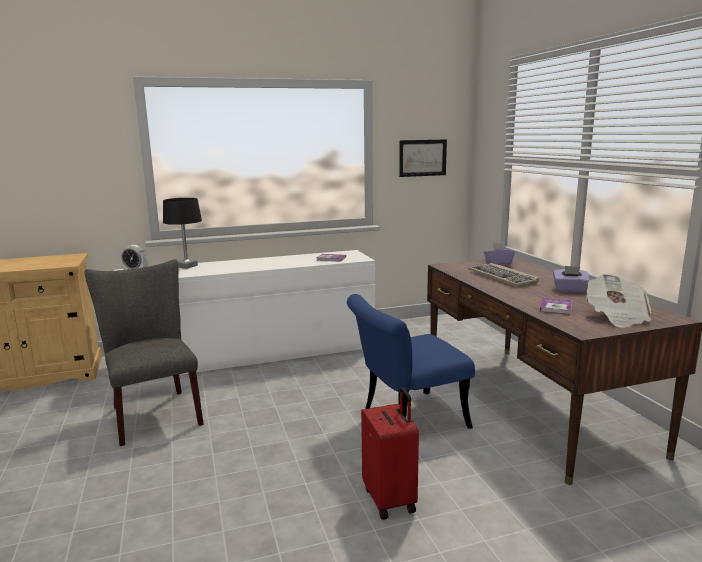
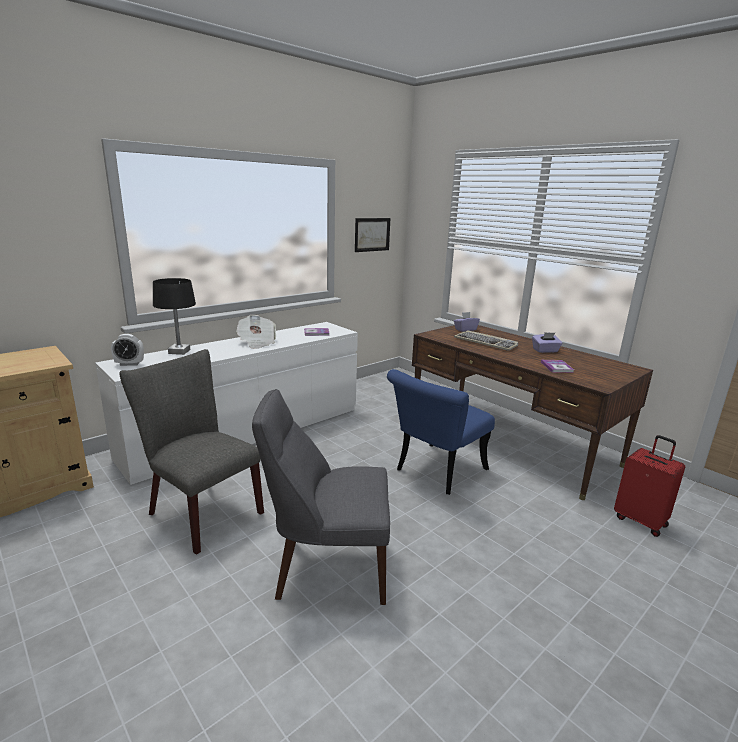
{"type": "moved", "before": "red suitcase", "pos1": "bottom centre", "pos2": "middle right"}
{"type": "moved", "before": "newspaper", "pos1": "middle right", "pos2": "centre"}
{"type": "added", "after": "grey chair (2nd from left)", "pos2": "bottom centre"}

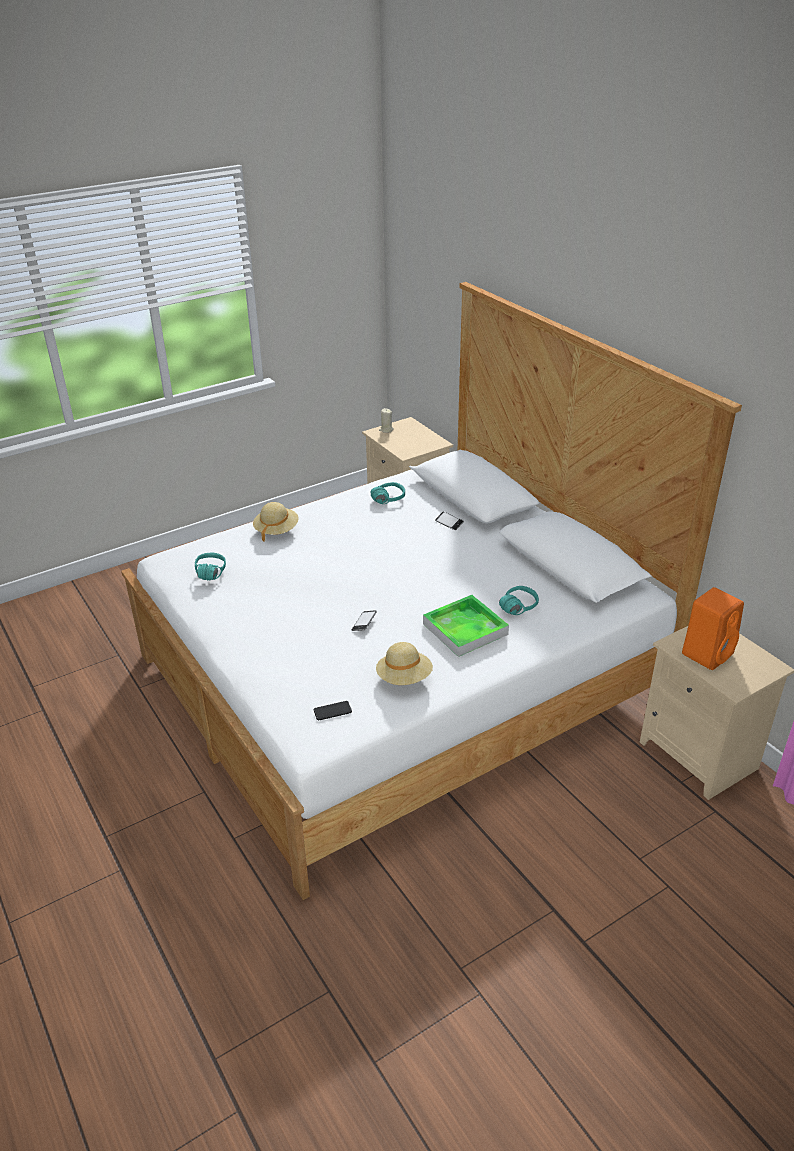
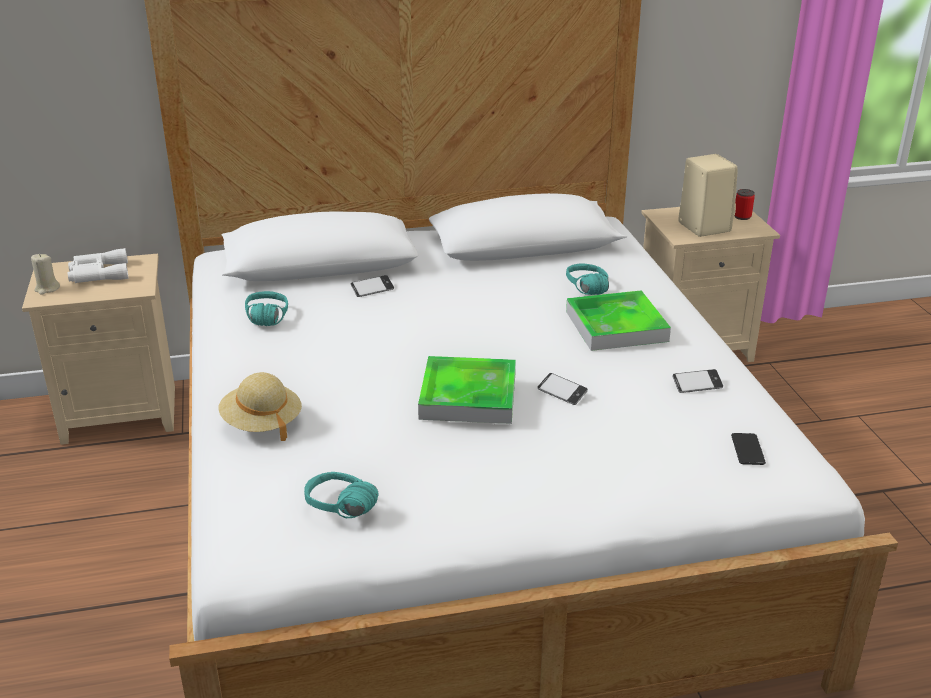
{"type": "replaced", "before": "beige hat (2nd from left)", "after": "phone (3rd from left)", "pos1": "centre", "pos2": "middle right"}
{"type": "recoloured", "before": "orange speaker", "after": "beige speaker", "pos1": "middle right", "pos2": "top right"}
{"type": "added", "after": "white binoculars", "pos2": "middle left"}
{"type": "added", "after": "tray (1st from left)", "pos2": "centre"}
{"type": "added", "after": "can", "pos2": "top right"}

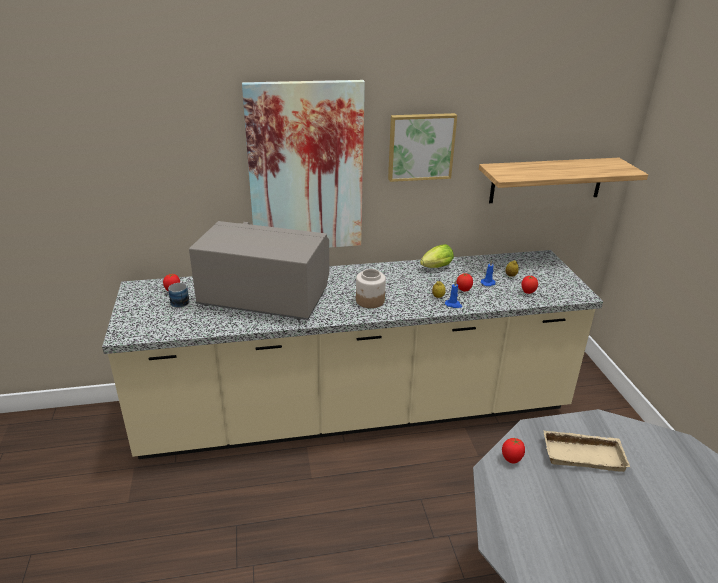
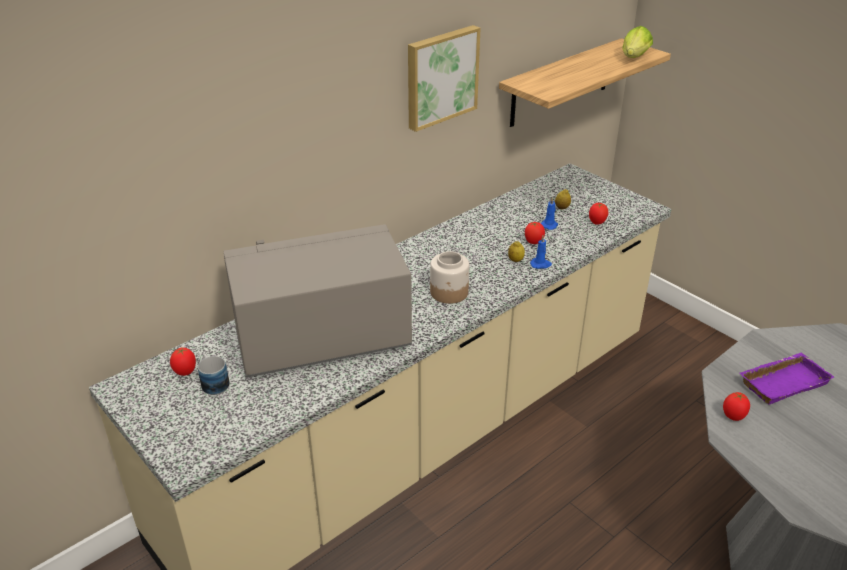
{"type": "removed", "before": "picture (1st from left)", "pos1": "top centre"}
{"type": "moved", "before": "lettuce", "pos1": "centre", "pos2": "top right"}
{"type": "recoloured", "before": "beige tray", "after": "purple tray", "pos1": "bottom right", "pos2": "middle right"}

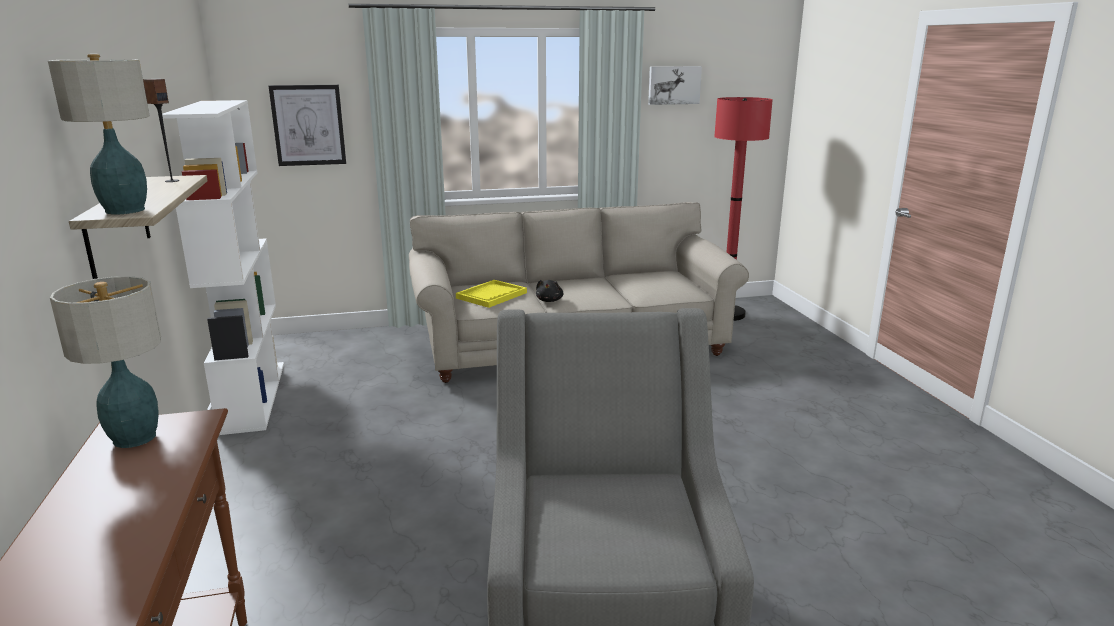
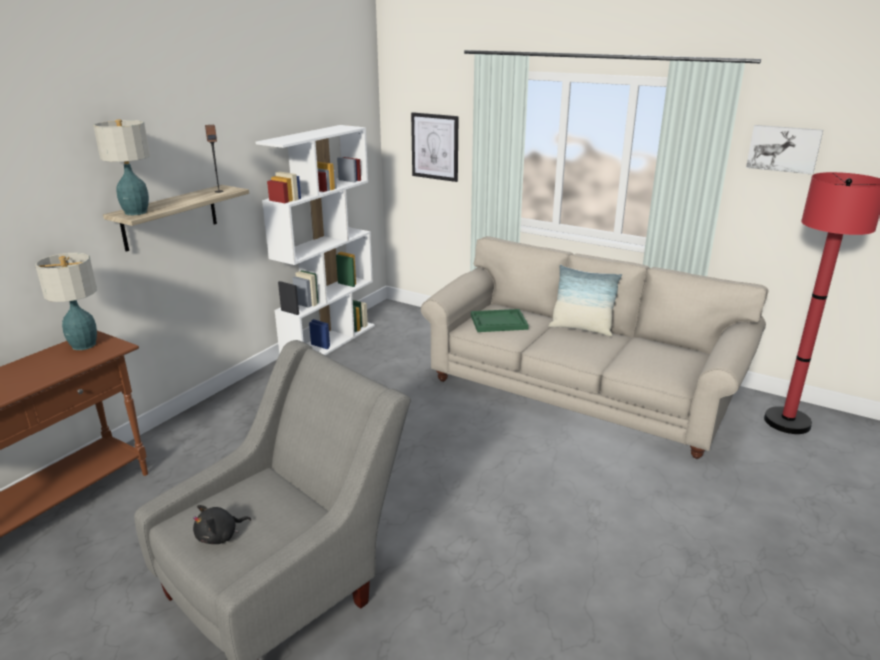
{"type": "recoloured", "before": "yellow tray", "after": "green tray", "pos1": "centre", "pos2": "centre"}
{"type": "moved", "before": "black plush toy", "pos1": "centre", "pos2": "bottom left"}
{"type": "added", "after": "pillow", "pos2": "centre"}

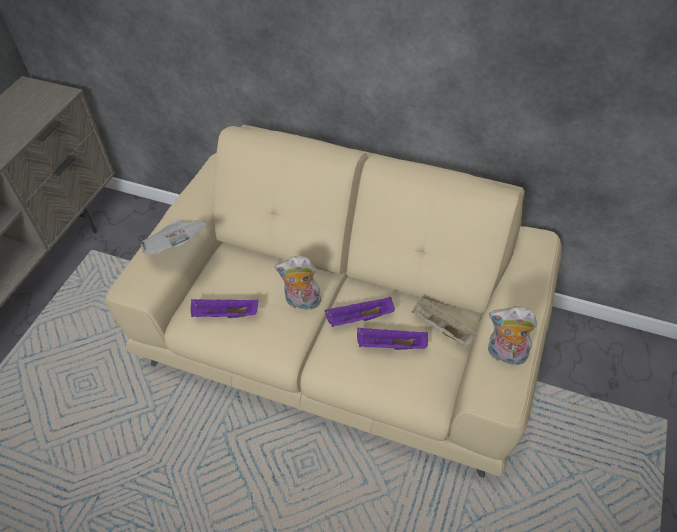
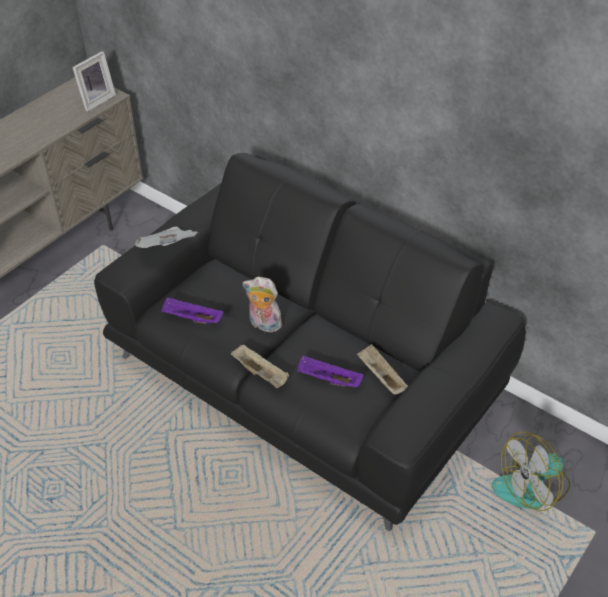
{"type": "recoloured", "before": "beige sofa", "after": "black sofa", "pos1": "centre", "pos2": "centre"}
{"type": "removed", "before": "purple tray (2nd from left)", "pos1": "centre"}
{"type": "removed", "before": "plush toy (2nd from left)", "pos1": "middle right"}
{"type": "added", "after": "picture frame", "pos2": "top left"}
{"type": "added", "after": "beige tray (1st from left)", "pos2": "centre"}
{"type": "added", "after": "fan", "pos2": "bottom right"}

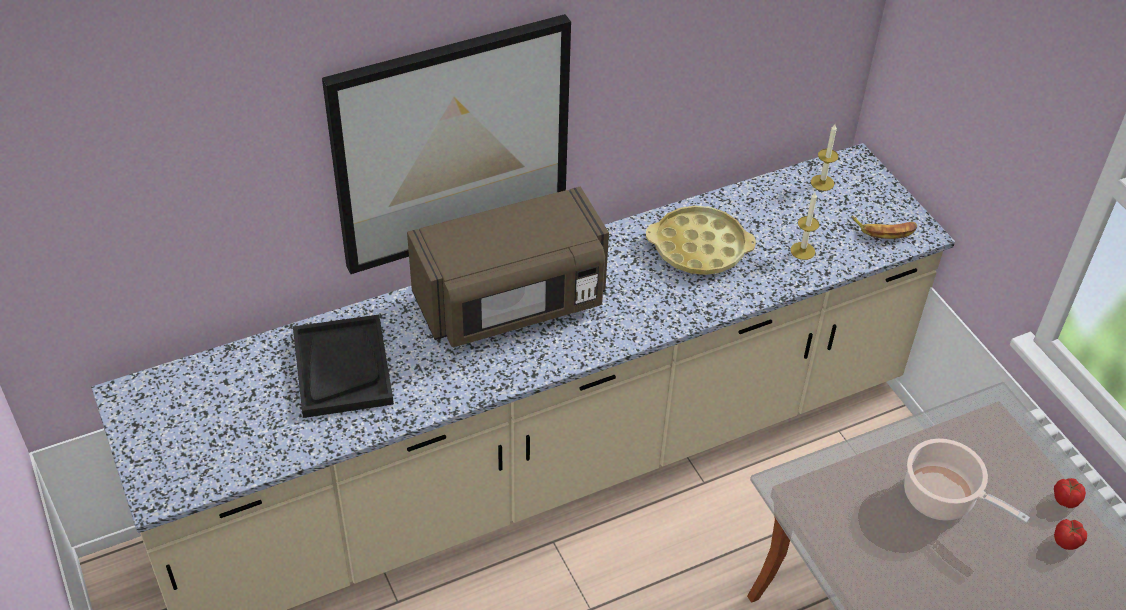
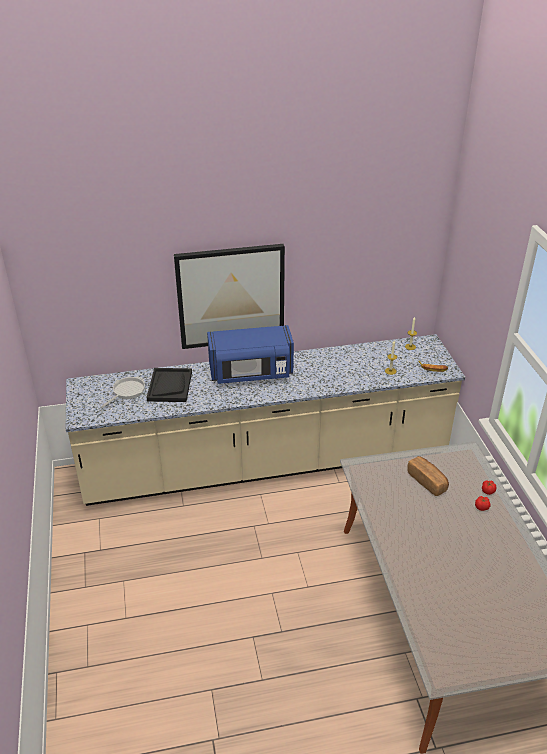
{"type": "recoloured", "before": "brown microwave", "after": "blue microwave", "pos1": "centre", "pos2": "centre"}
{"type": "removed", "before": "yellow tray", "pos1": "centre"}
{"type": "replaced", "before": "cooking pot", "after": "bread", "pos1": "bottom right", "pos2": "middle right"}
{"type": "added", "after": "frying pan", "pos2": "middle left"}

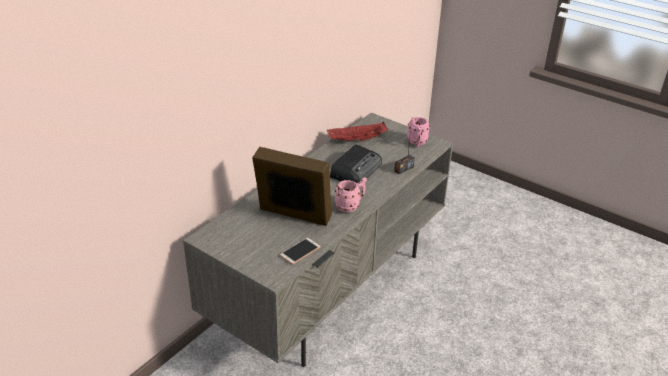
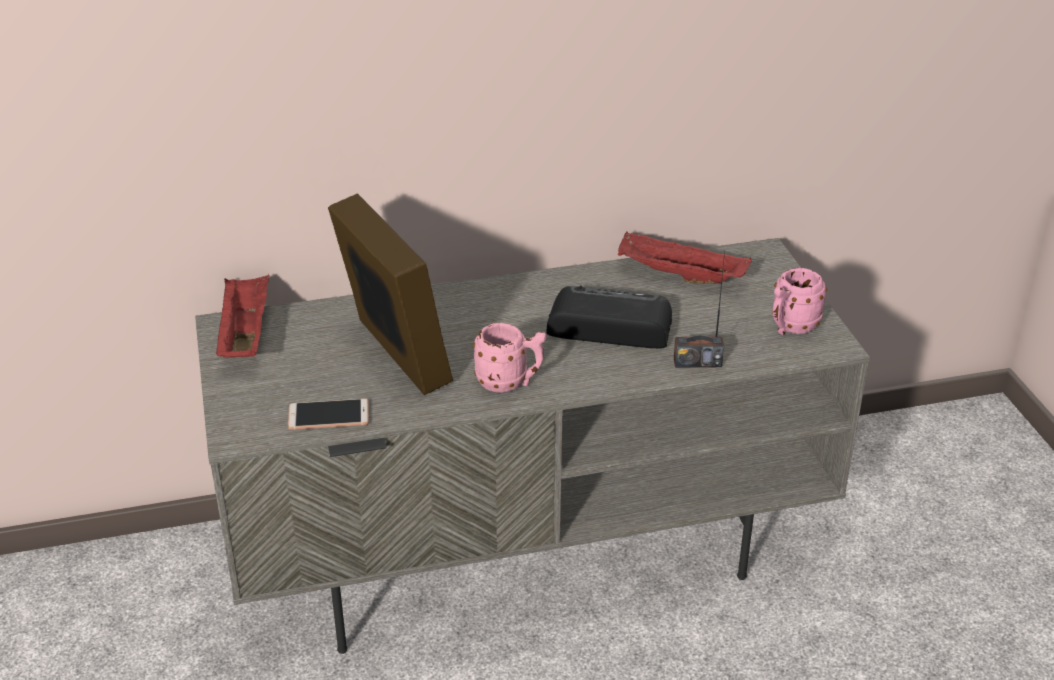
{"type": "turned", "before": "radio (1st from left)", "pos1": "centre", "pos2": "centre", "turn": -150}
{"type": "added", "after": "red tray (1st from left)", "pos2": "middle left"}

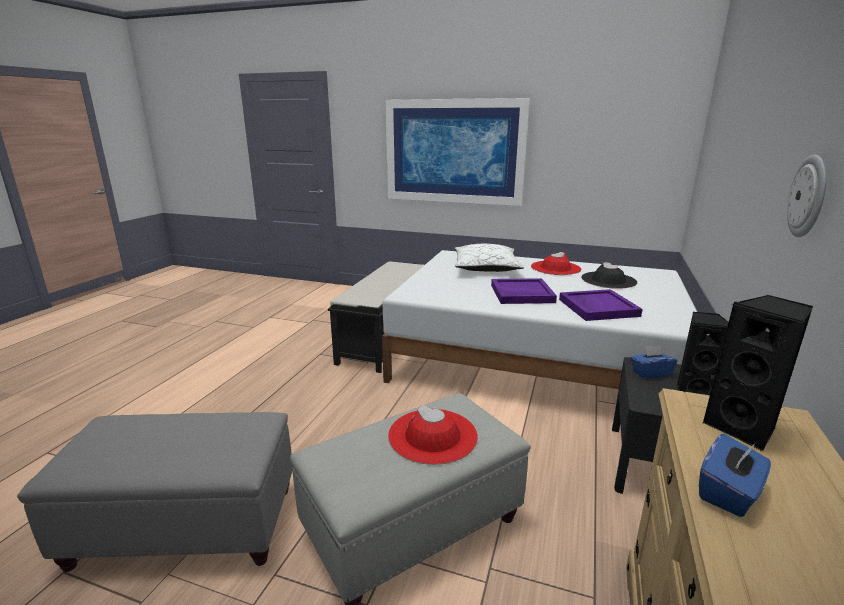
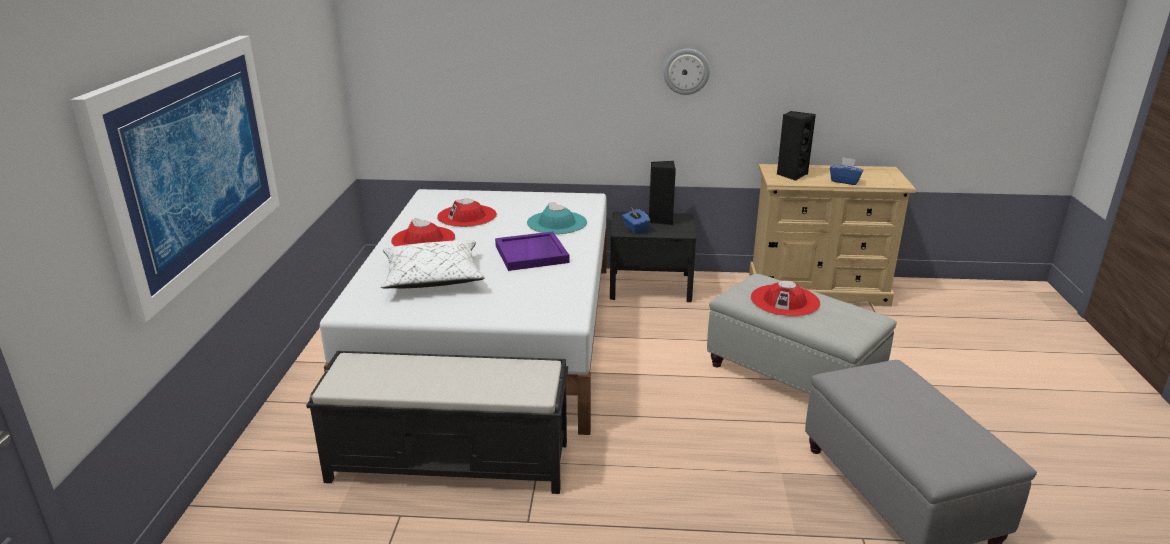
{"type": "replaced", "before": "purple tray (2nd from left)", "after": "turquoise hat", "pos1": "middle right", "pos2": "centre"}
{"type": "recoloured", "before": "black hat", "after": "red hat (2nd from left)", "pos1": "middle right", "pos2": "centre"}

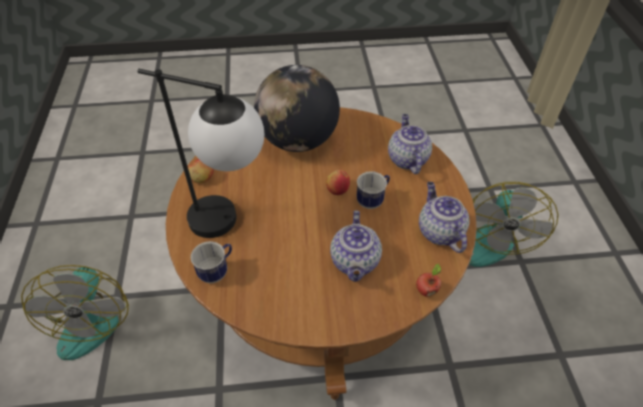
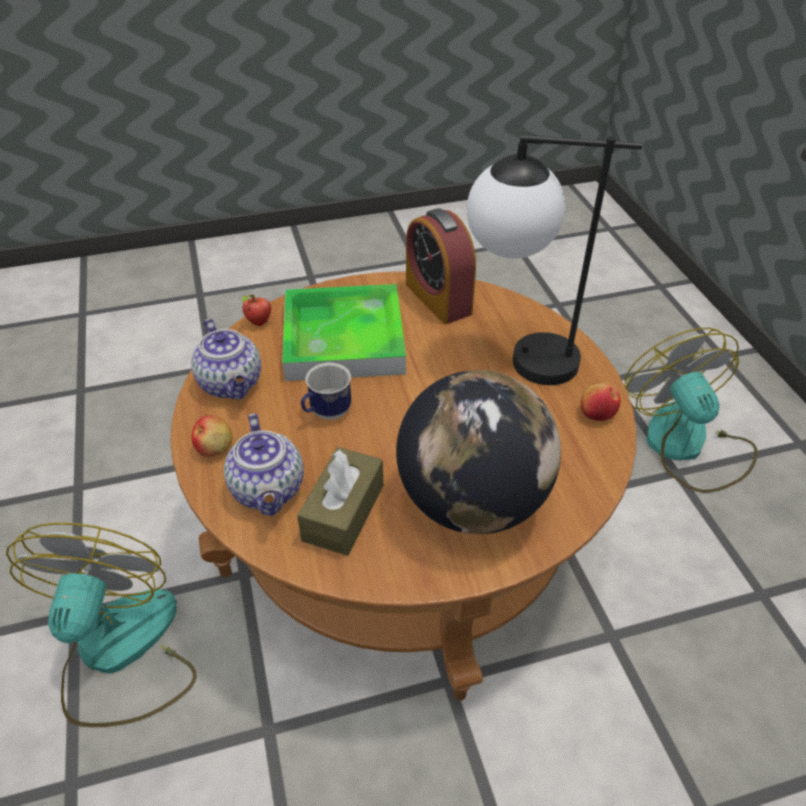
{"type": "removed", "before": "mug (1st from left)", "pos1": "middle left"}
{"type": "moved", "before": "apple (2nd from left in the first image)", "after": "apple (1st from left)", "pos1": "centre", "pos2": "middle left"}
{"type": "replaced", "before": "teapot (1st from left)", "after": "tray", "pos1": "centre", "pos2": "centre"}
{"type": "added", "after": "brown tissue box", "pos2": "centre"}
{"type": "added", "after": "alarm clock", "pos2": "top centre"}

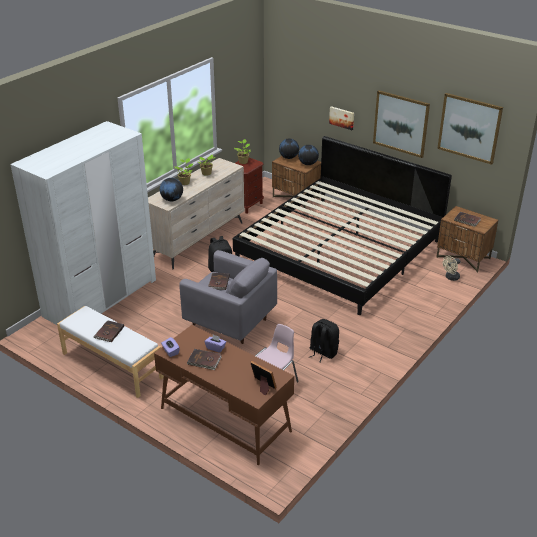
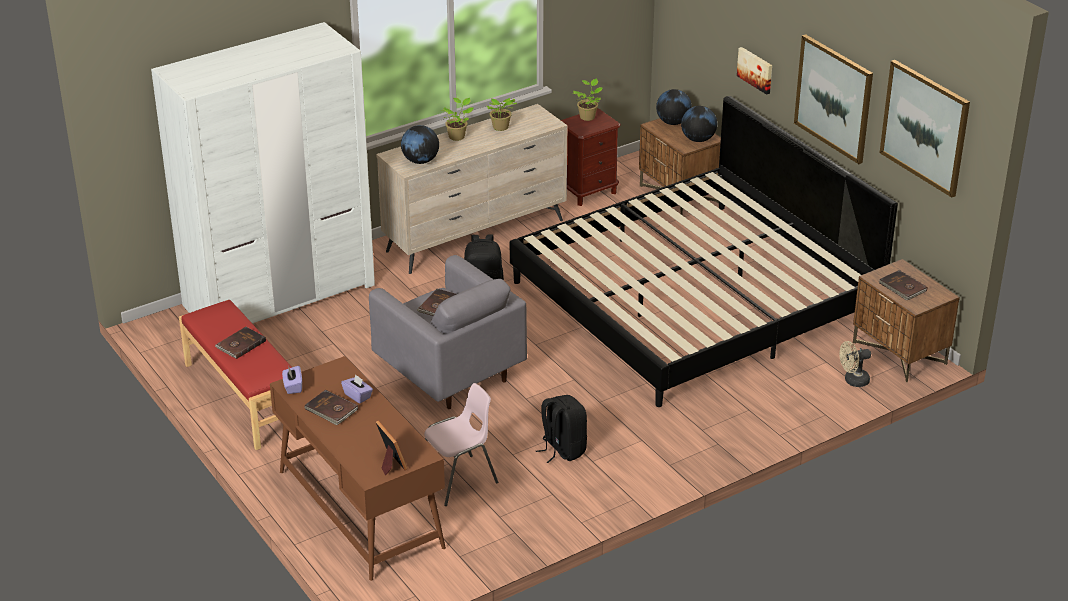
{"type": "recoloured", "before": "white bench", "after": "red bench", "pos1": "middle left", "pos2": "middle left"}

